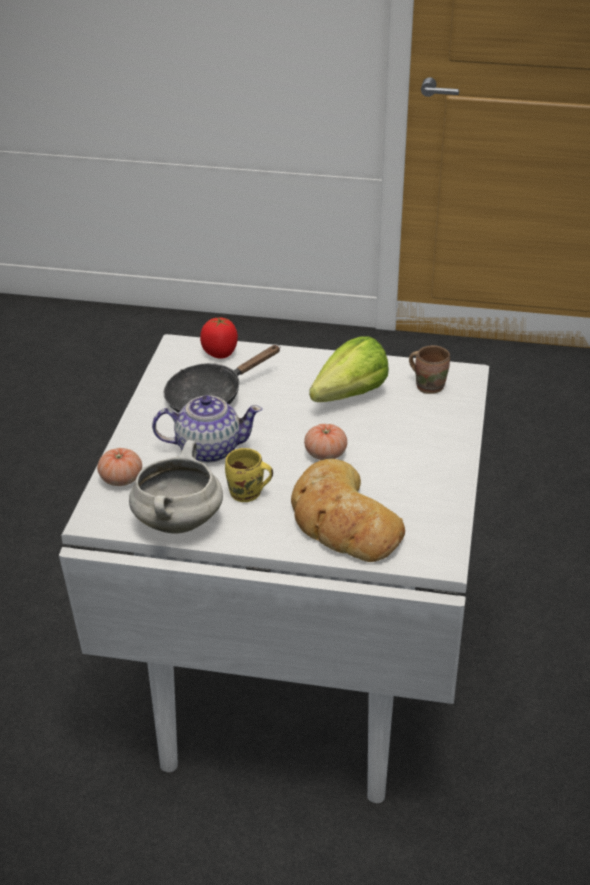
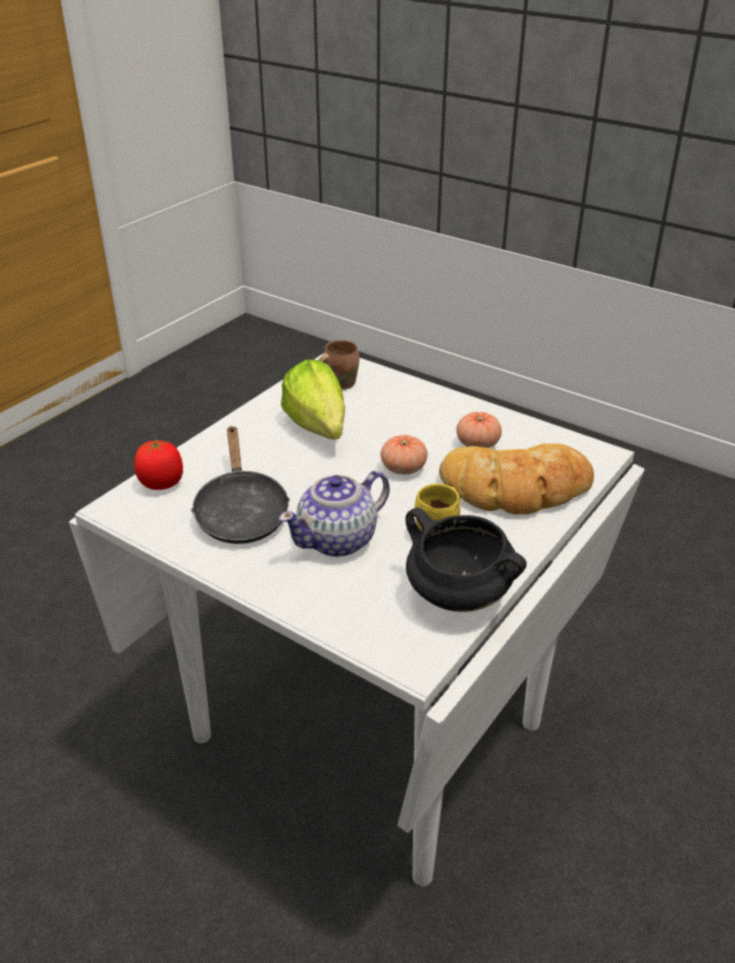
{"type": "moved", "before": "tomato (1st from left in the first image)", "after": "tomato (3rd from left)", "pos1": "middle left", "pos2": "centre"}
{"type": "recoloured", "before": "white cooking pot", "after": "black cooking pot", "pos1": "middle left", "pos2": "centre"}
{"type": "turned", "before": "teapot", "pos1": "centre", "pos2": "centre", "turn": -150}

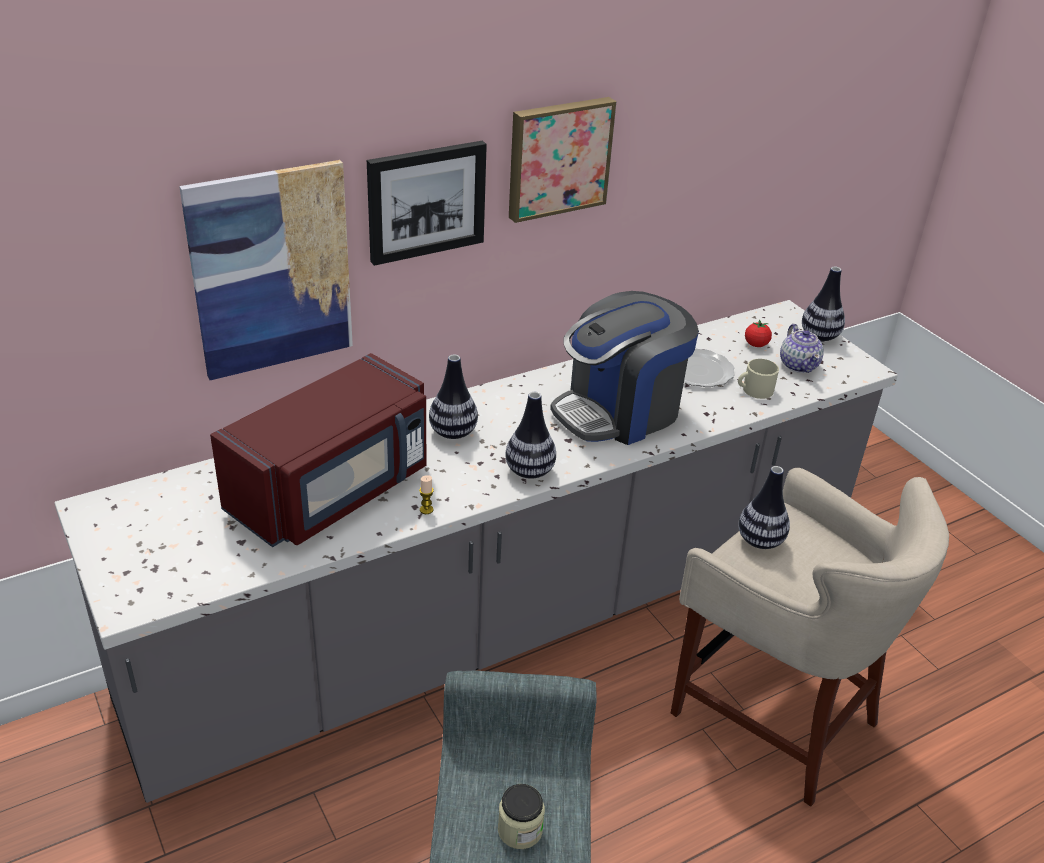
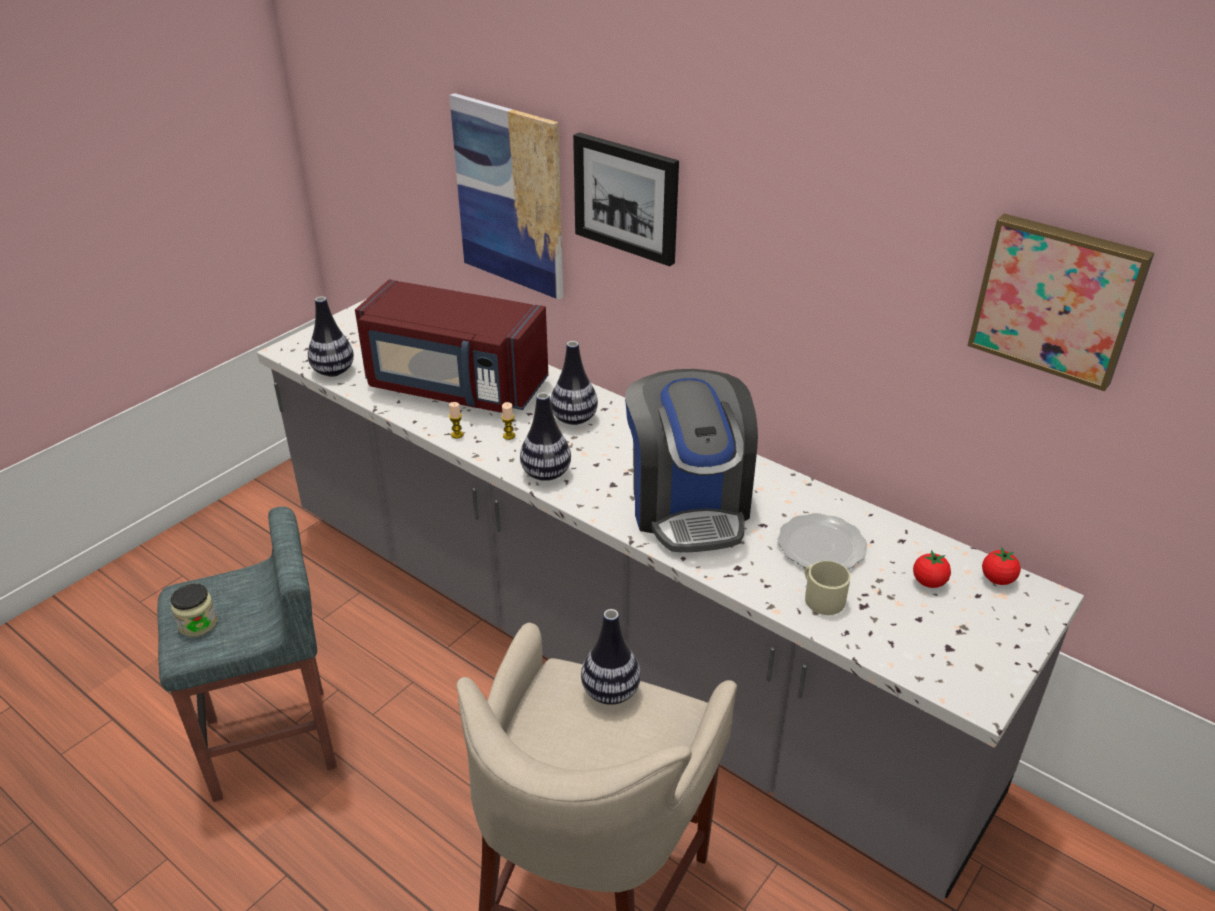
{"type": "moved", "before": "picture (3rd from left)", "pos1": "top centre", "pos2": "top right"}
{"type": "turned", "before": "coffee machine", "pos1": "centre", "pos2": "centre", "turn": -135}
{"type": "removed", "before": "teapot", "pos1": "middle right"}
{"type": "moved", "before": "vase (4th from left in the first image)", "after": "vase (1st from left)", "pos1": "middle right", "pos2": "middle left"}
{"type": "added", "after": "candle (2nd from left)", "pos2": "centre"}
{"type": "added", "after": "tomato (2nd from left)", "pos2": "middle right"}

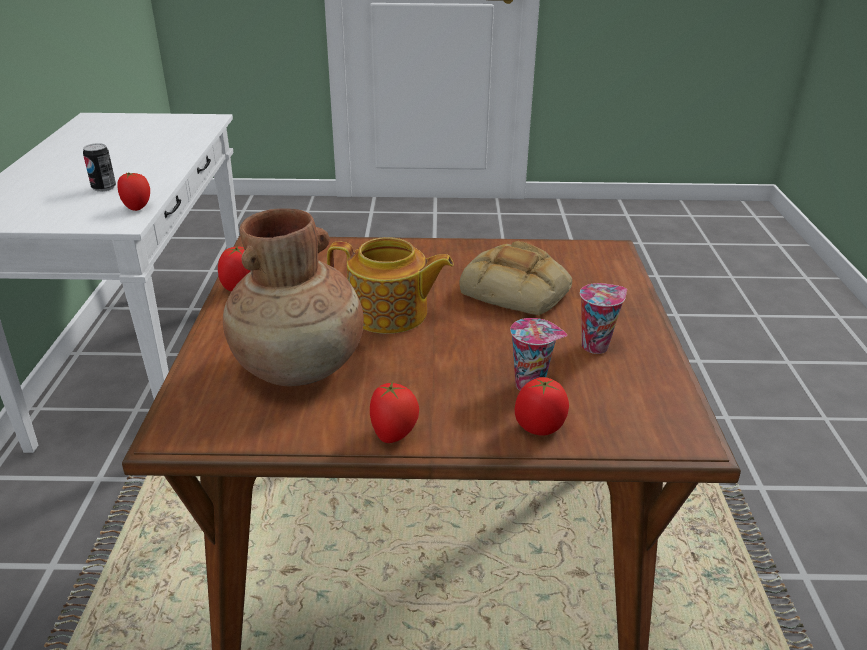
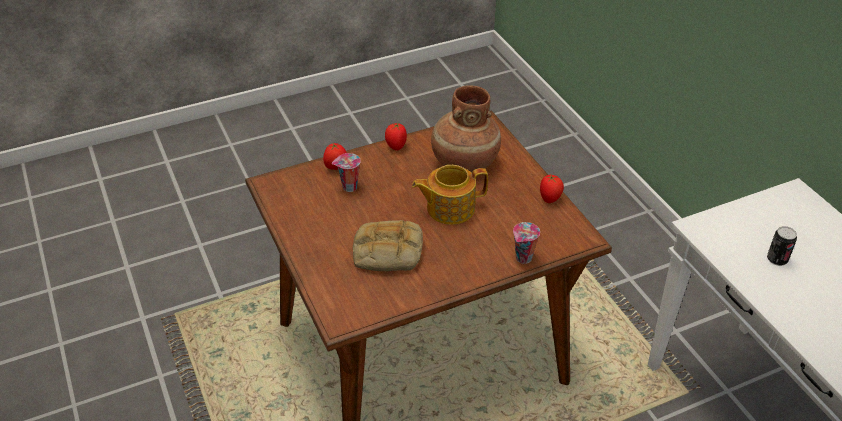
{"type": "removed", "before": "tomato (1st from left)", "pos1": "top left"}
{"type": "moved", "before": "cup (2nd from left)", "pos1": "middle right", "pos2": "centre"}

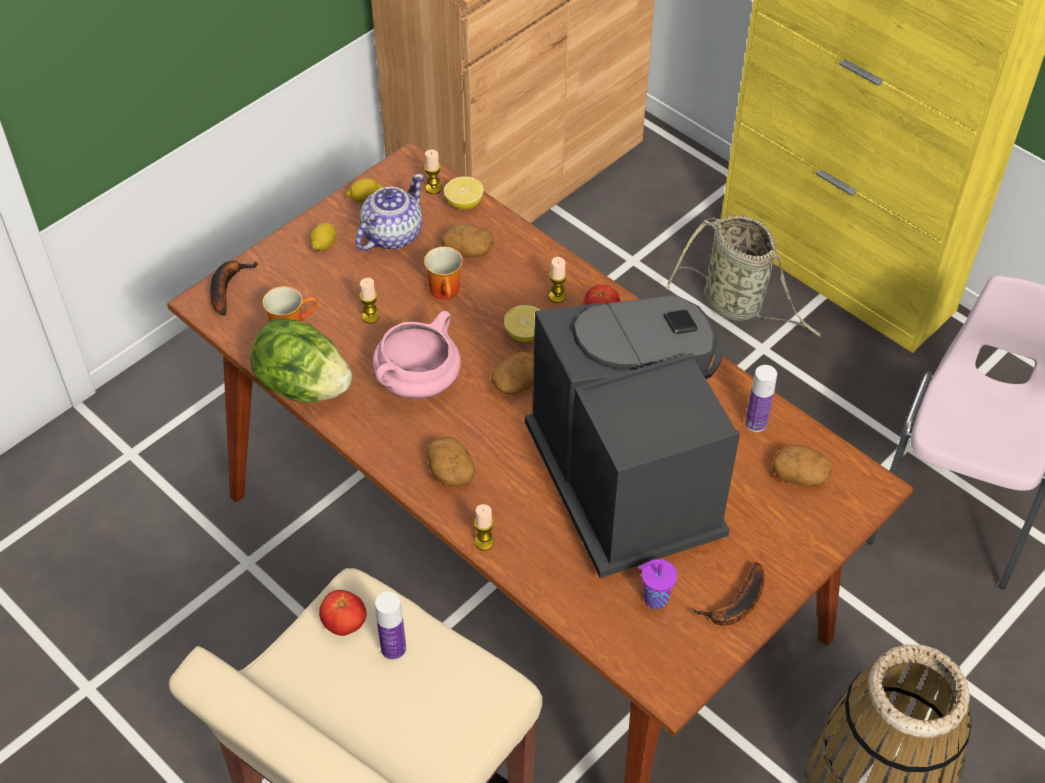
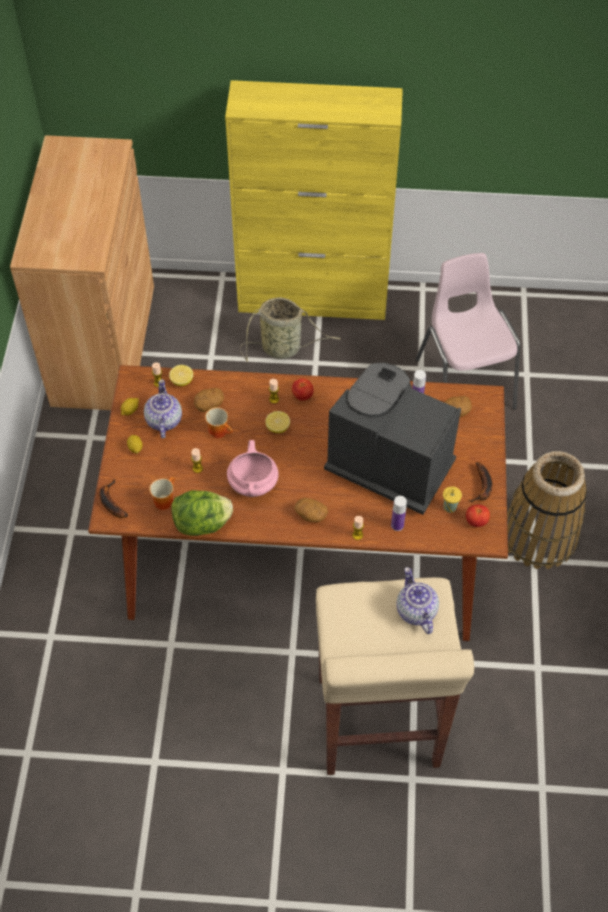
{"type": "moved", "before": "tomato (1st from left in the first image)", "after": "tomato (2nd from left)", "pos1": "bottom left", "pos2": "middle right"}
{"type": "moved", "before": "bottle (1st from left)", "pos1": "bottom centre", "pos2": "centre"}
{"type": "removed", "before": "potato (3rd from left)", "pos1": "centre"}
{"type": "recoloured", "before": "purple cup", "after": "yellow cup", "pos1": "bottom centre", "pos2": "middle right"}
{"type": "added", "after": "teapot (2nd from left)", "pos2": "middle right"}

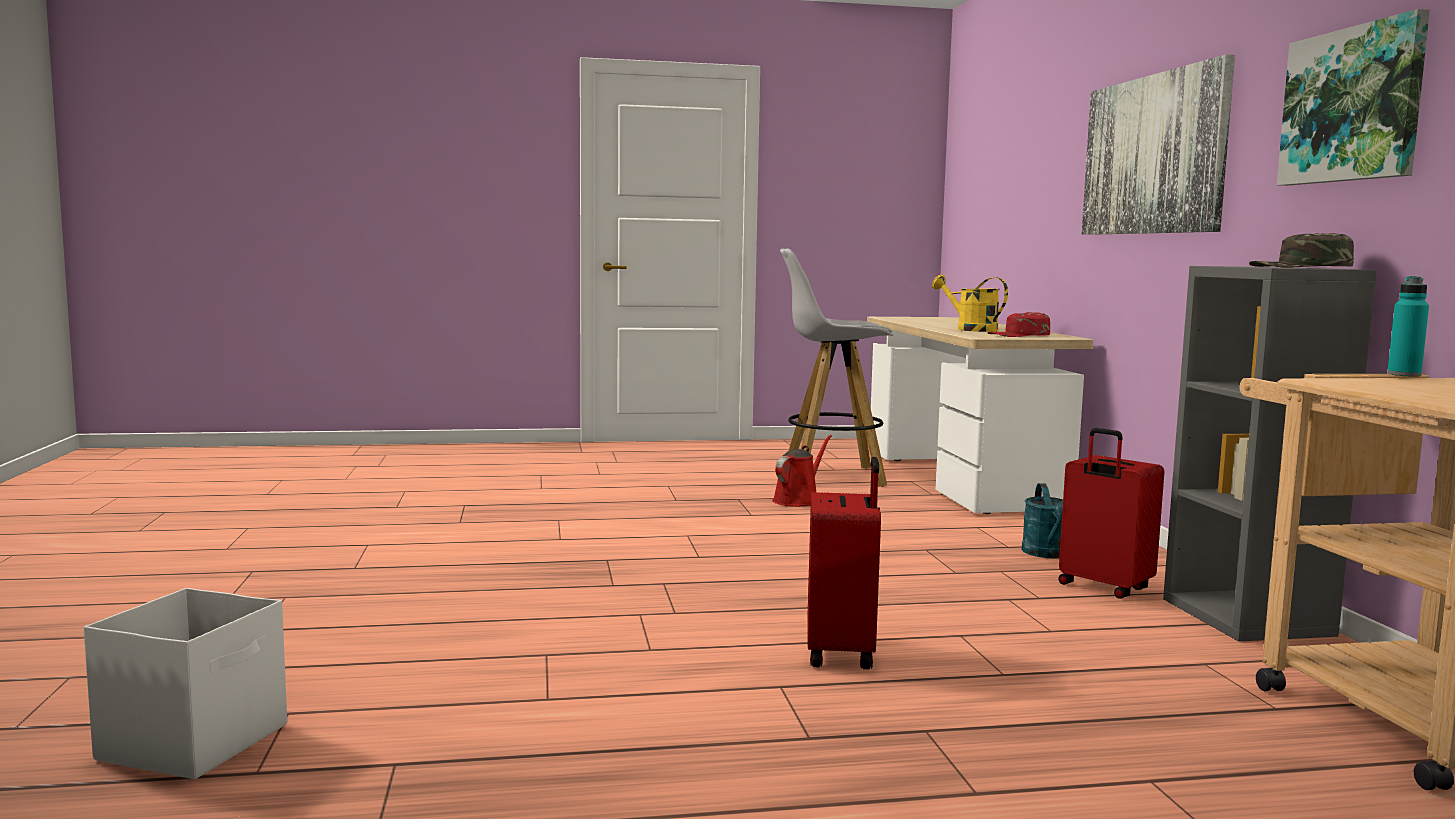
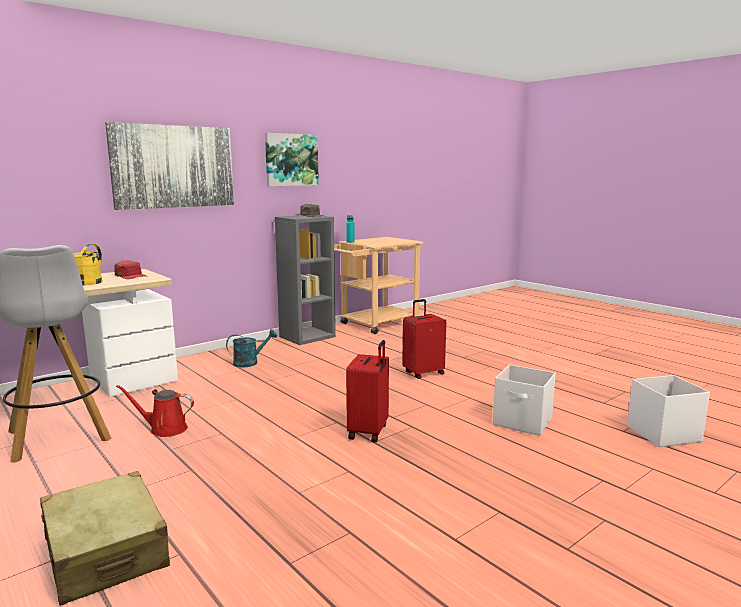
{"type": "moved", "before": "red suitcase (2nd from left in the first image)", "after": "red suitcase (1st from left)", "pos1": "middle right", "pos2": "centre"}
{"type": "added", "after": "beige suitcase", "pos2": "bottom left"}
{"type": "added", "after": "white storage box (1st from left)", "pos2": "middle right"}

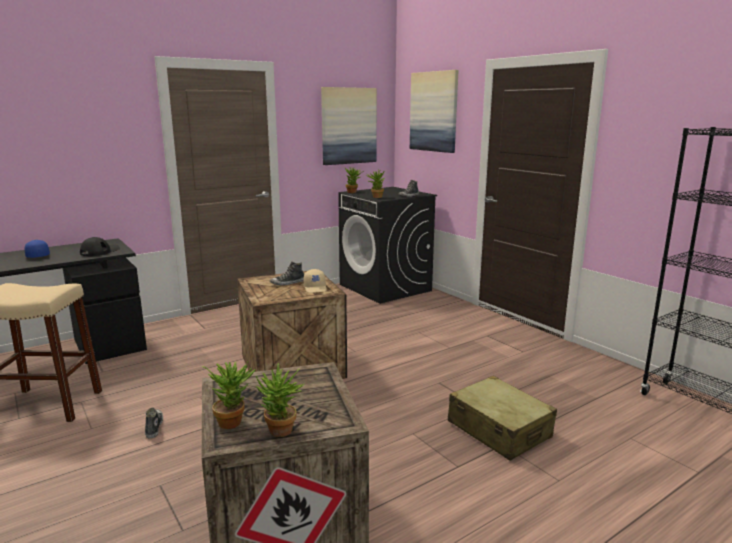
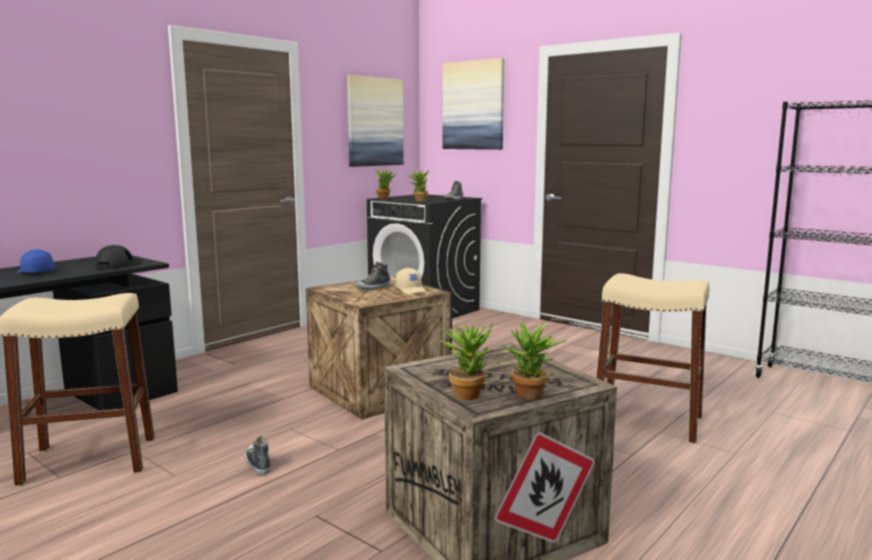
{"type": "replaced", "before": "beige suitcase", "after": "beige stool (2nd from left)", "pos1": "bottom right", "pos2": "middle right"}

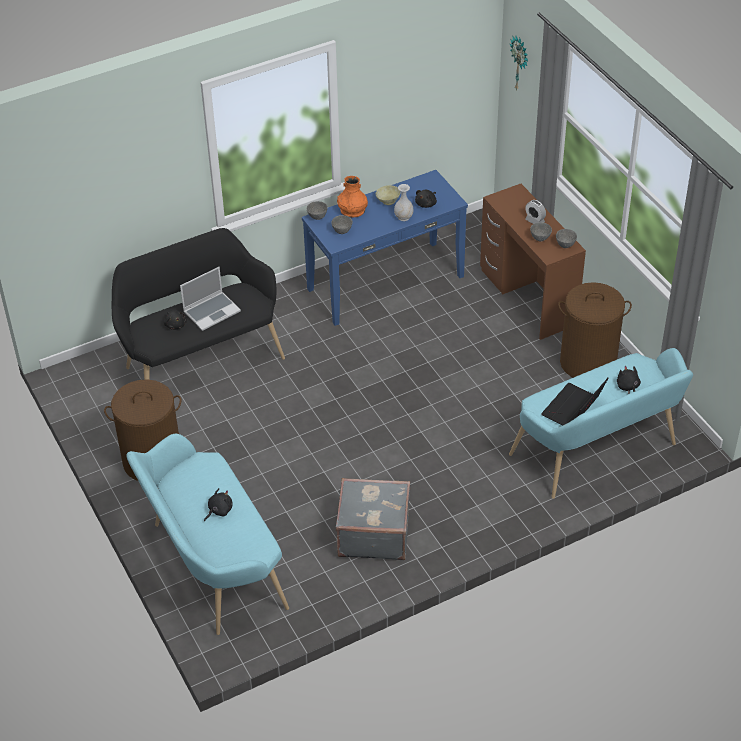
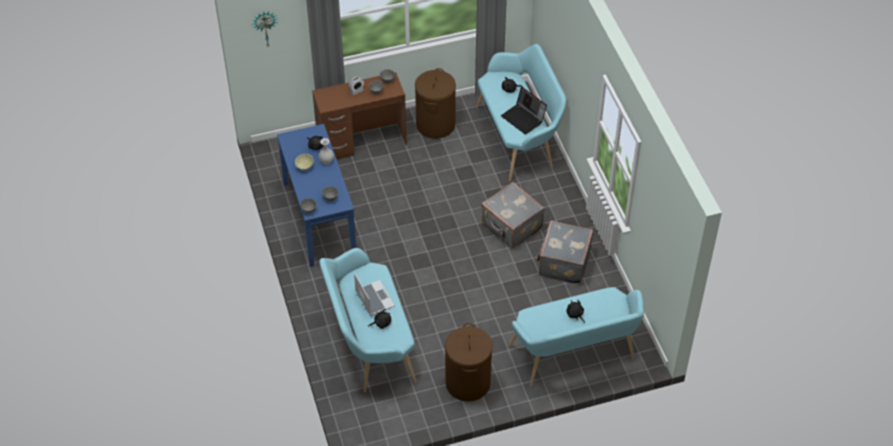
{"type": "recoloured", "before": "black bench", "after": "turquoise bench (1st from left)", "pos1": "middle left", "pos2": "bottom centre"}
{"type": "removed", "before": "orange vase", "pos1": "top centre"}
{"type": "added", "after": "grey suitcase (1st from left)", "pos2": "centre"}

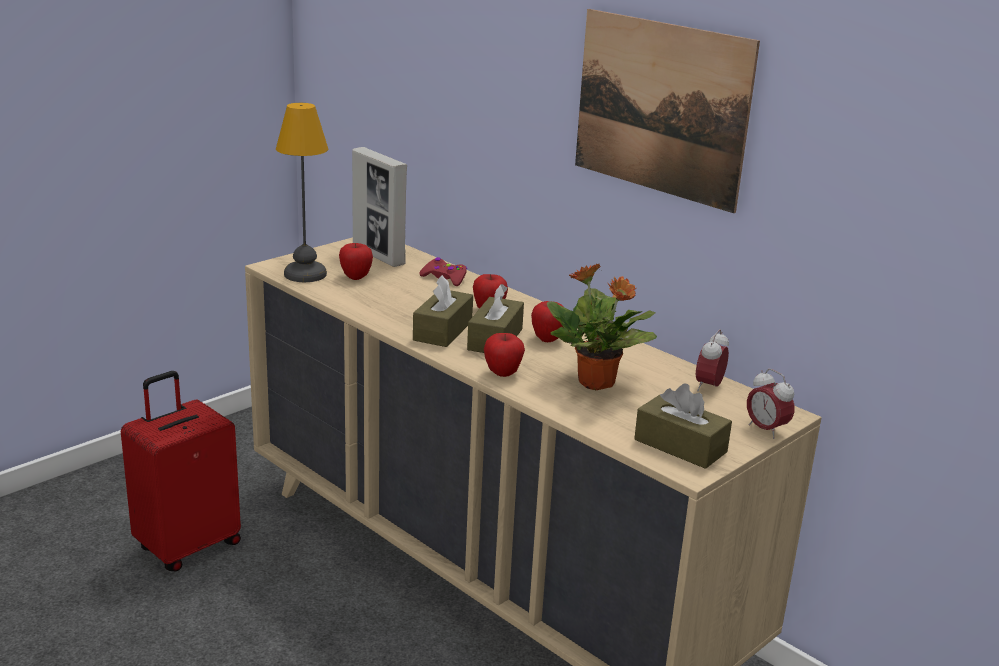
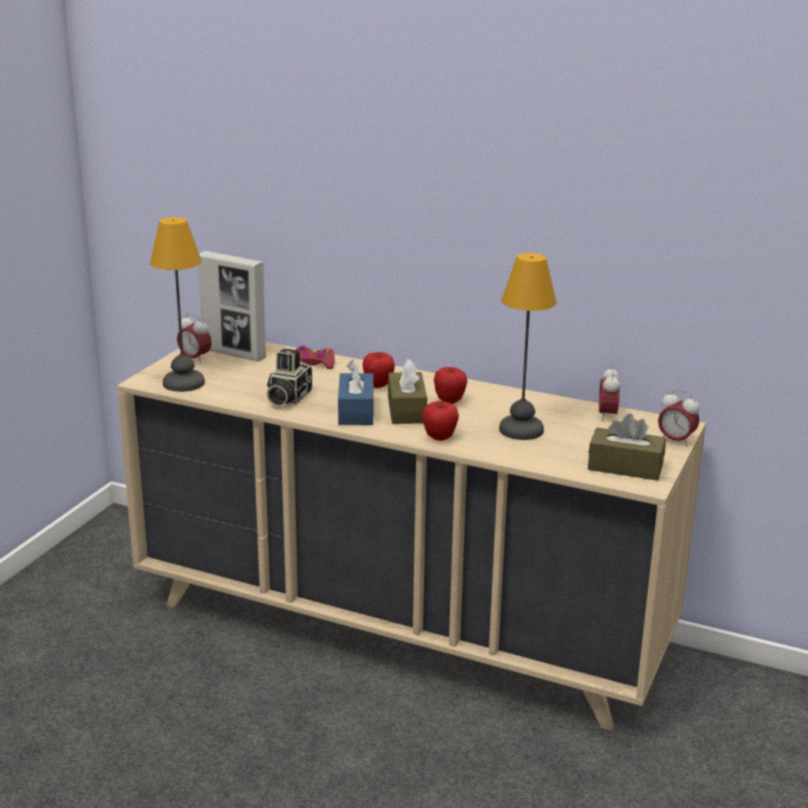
{"type": "removed", "before": "red suitcase", "pos1": "bottom left"}
{"type": "removed", "before": "apple (1st from left)", "pos1": "centre"}
{"type": "recoloured", "before": "brown tissue box (1st from left)", "after": "blue tissue box", "pos1": "centre", "pos2": "centre"}
{"type": "replaced", "before": "potted plant", "after": "table lamp (2nd from left)", "pos1": "centre", "pos2": "centre"}
{"type": "removed", "before": "picture", "pos1": "top right"}
{"type": "added", "after": "alarm clock (1st from left)", "pos2": "middle left"}
{"type": "added", "after": "photo camera", "pos2": "centre"}

